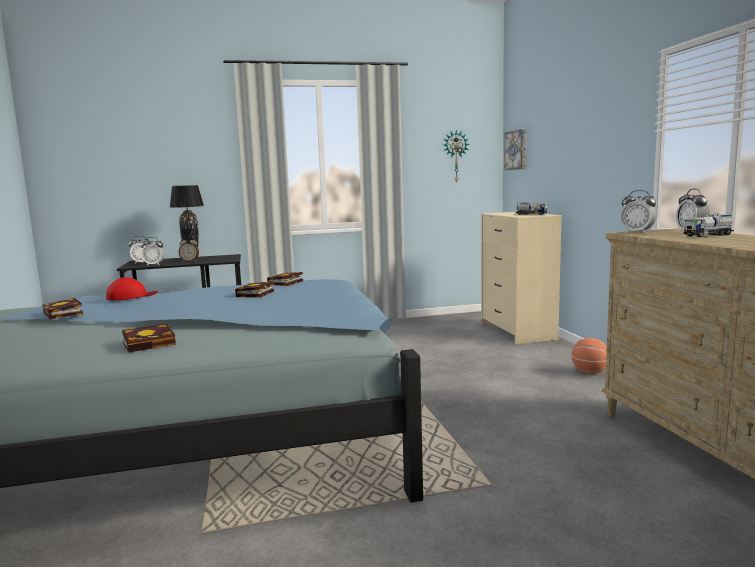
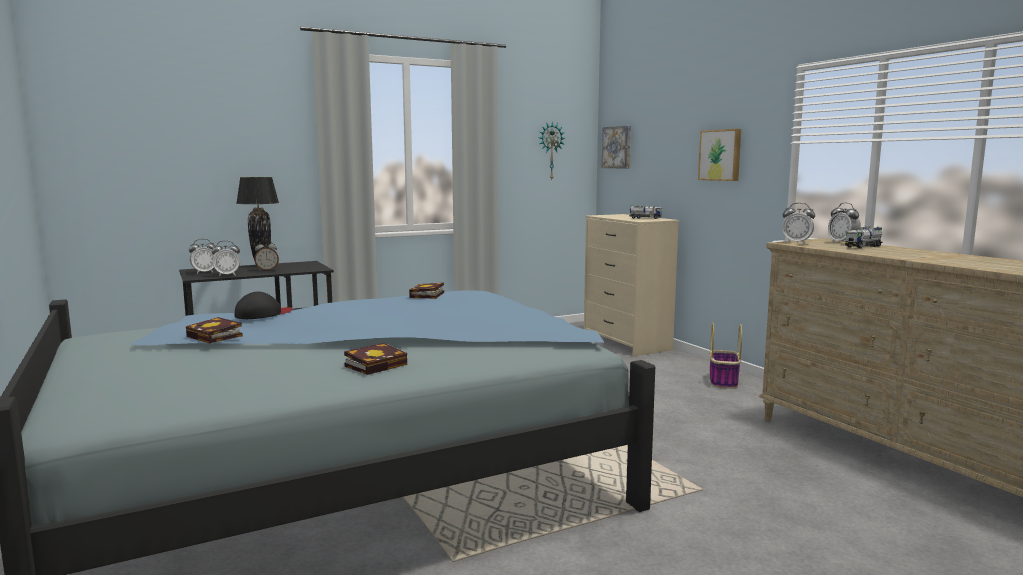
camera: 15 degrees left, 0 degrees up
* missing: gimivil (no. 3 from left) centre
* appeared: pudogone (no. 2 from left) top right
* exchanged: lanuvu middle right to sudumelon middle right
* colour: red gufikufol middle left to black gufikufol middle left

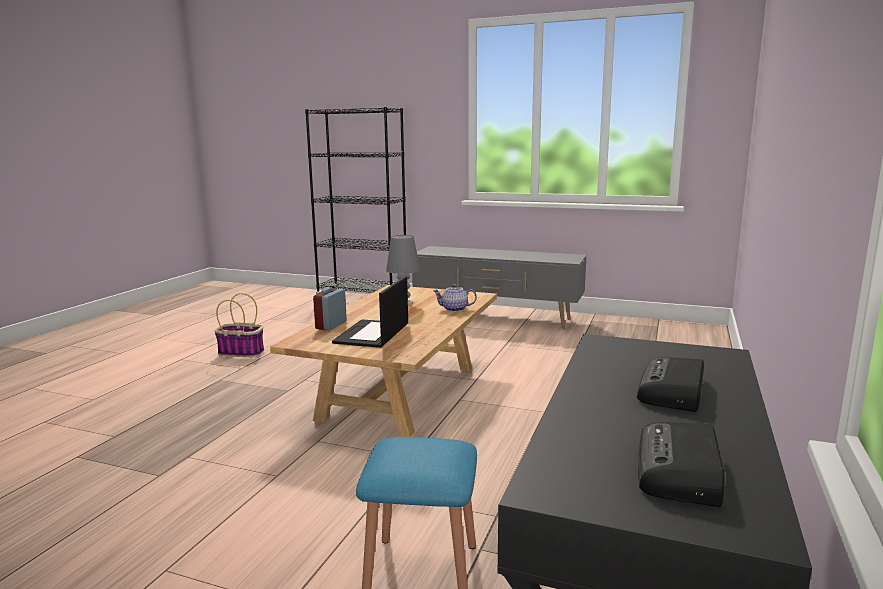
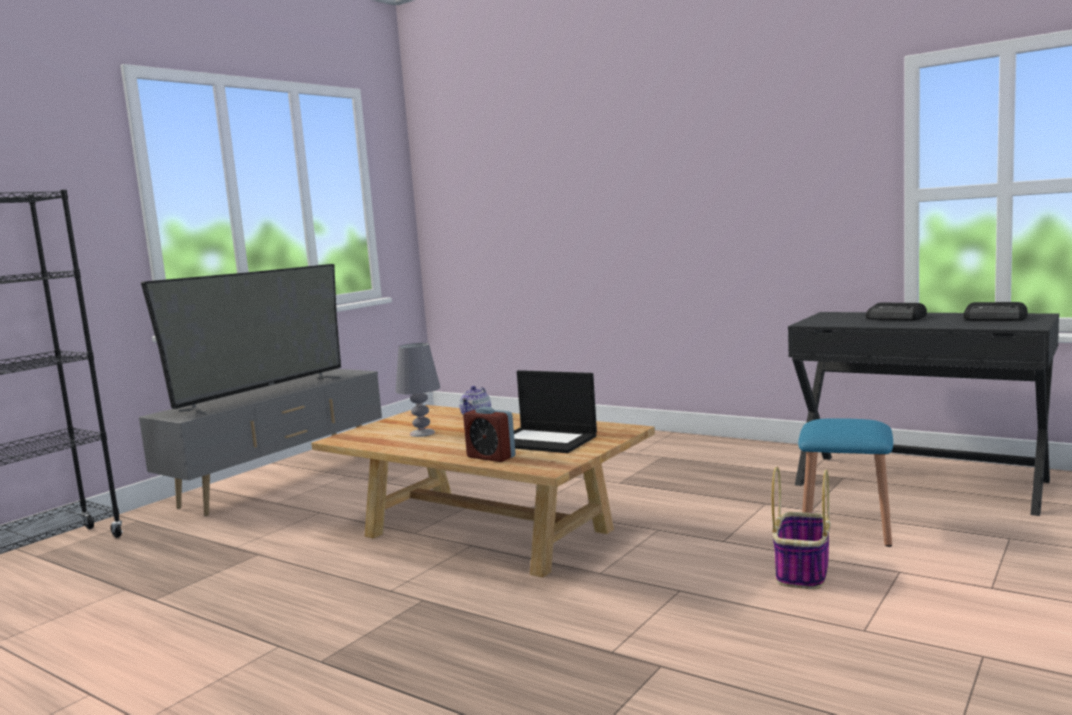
camera: 75 degrees left, 5 degrees down
* appeared: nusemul middle left
* relocated: sudumelon middle left to bottom right

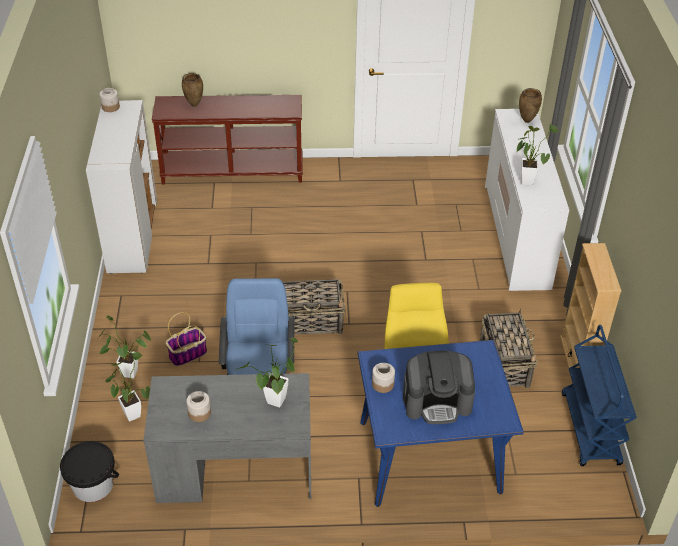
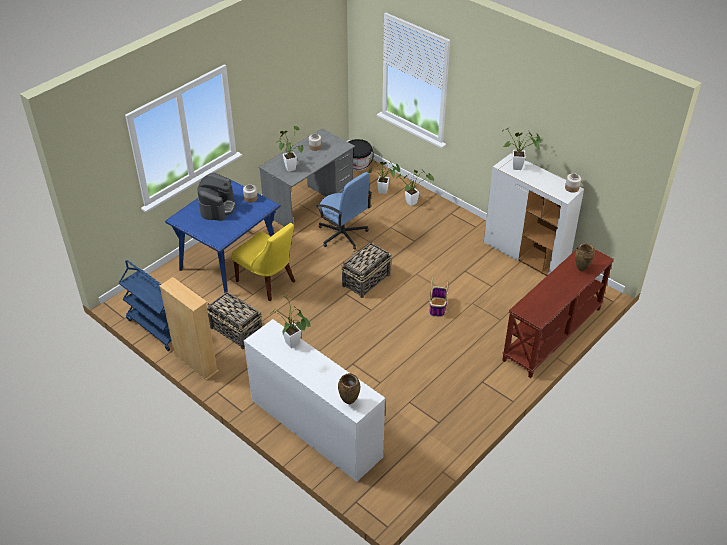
camera: 135 degrees right, 0 degrees up
* appeared: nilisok (no. 5 from left) top right
* relocated: sudumelon (no. 1 from left in the first image) middle left to sudumelon (no. 3 from left) centre
* spun: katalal bottom centre = middle left 150 degrees clockwise

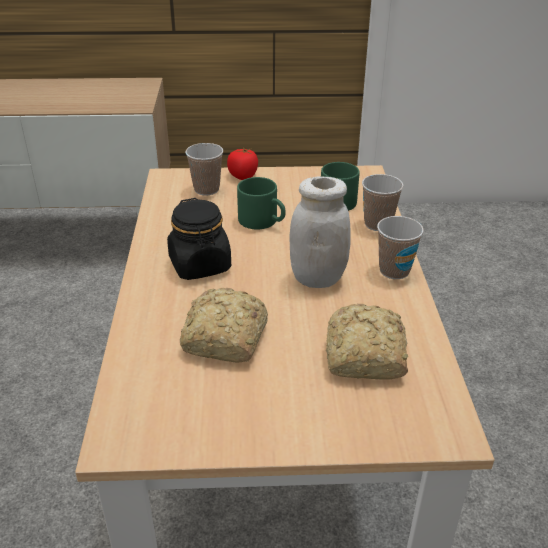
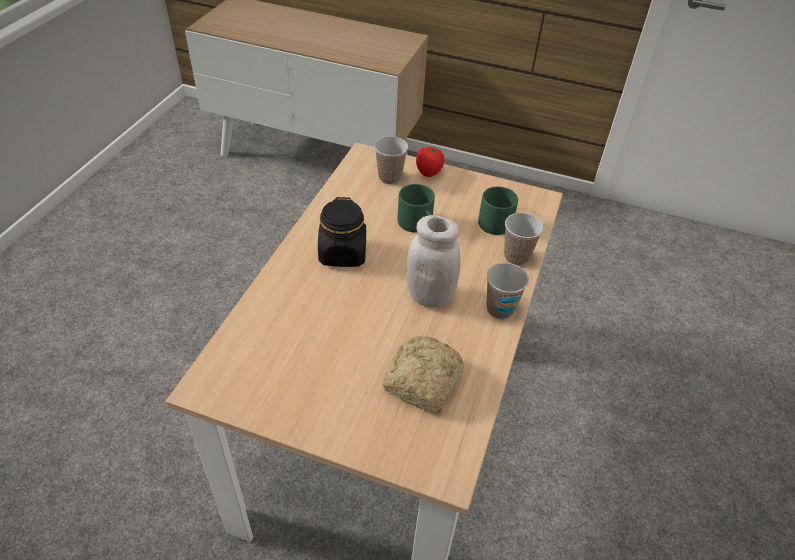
camera: 20 degrees right, 10 degrees up
* missing: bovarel (no. 1 from left) centre

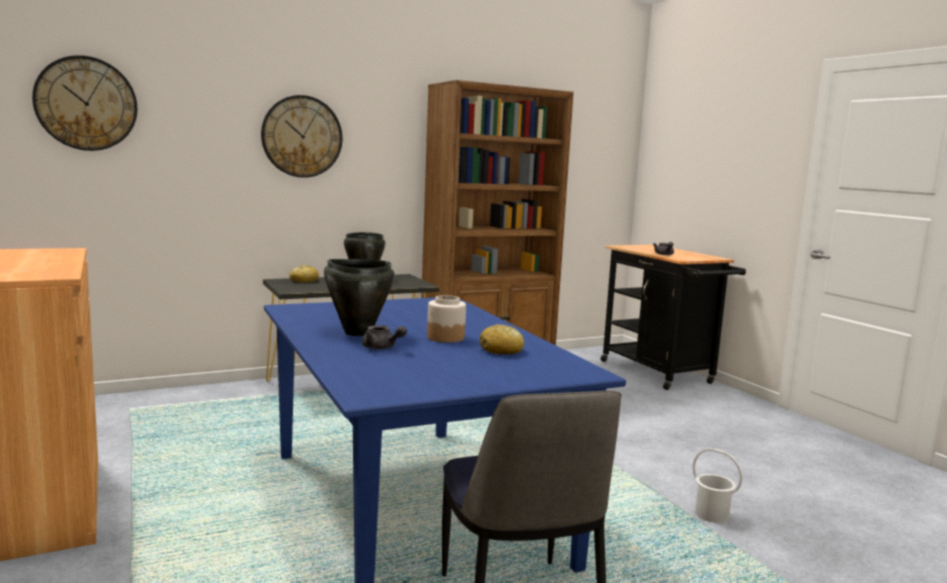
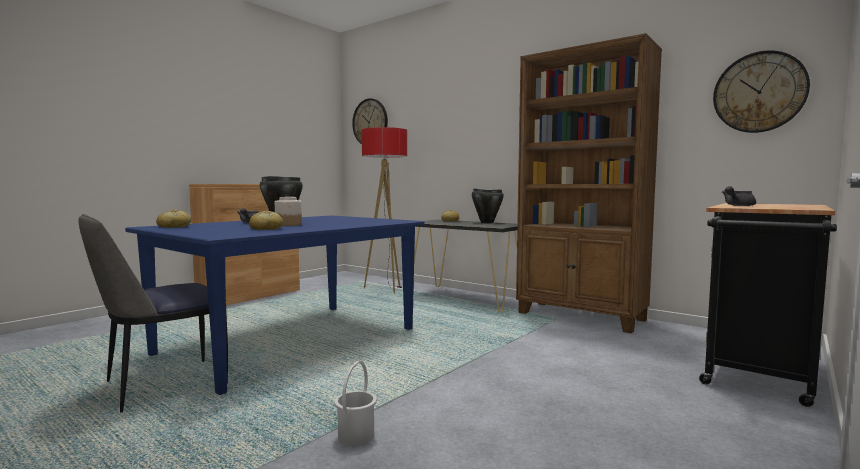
camera: 65 degrees right, 5 degrees down
* appeared: bovarel (no. 1 from left) middle left
* appeared: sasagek centre
* relocated: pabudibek (no. 2 from left) top left to top right

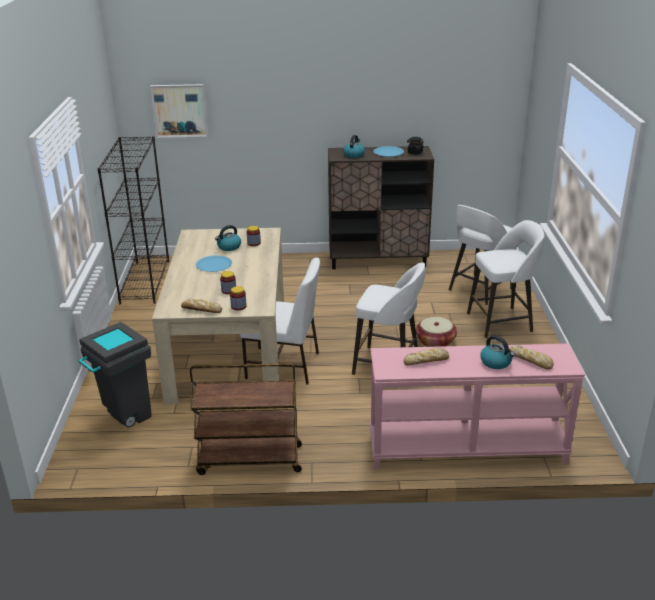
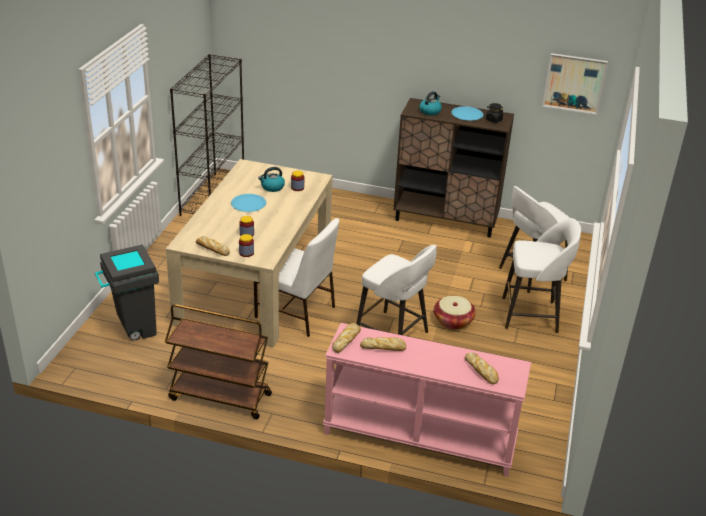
camera: 15 degrees right, 5 degrees up
* missing: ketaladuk (no. 3 from left) middle right
* appeared: bovarel (no. 2 from left) centre
* relocated: pudogone top left to top right

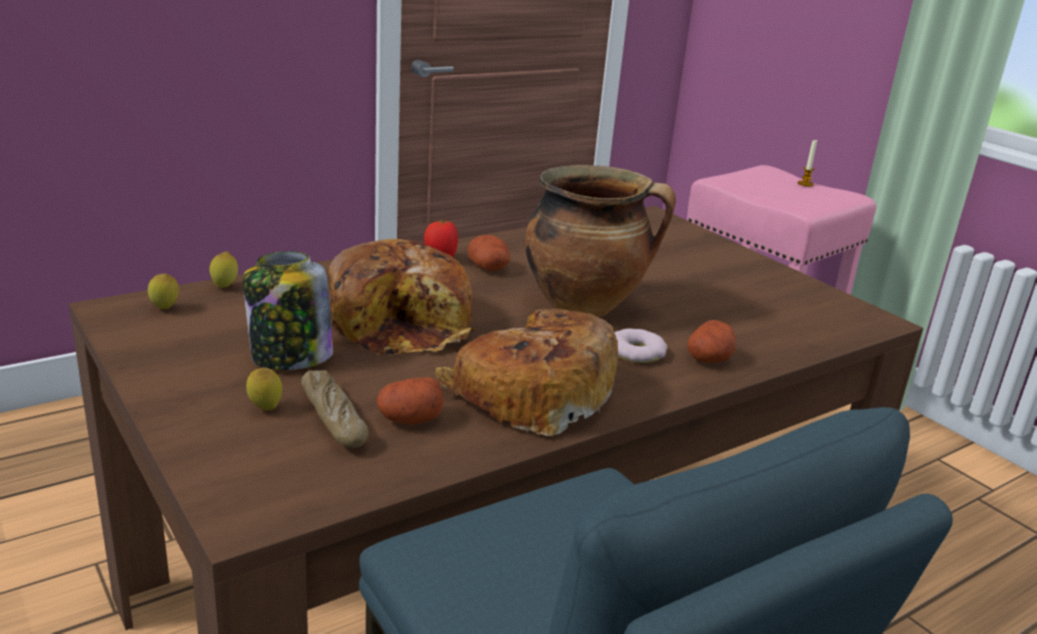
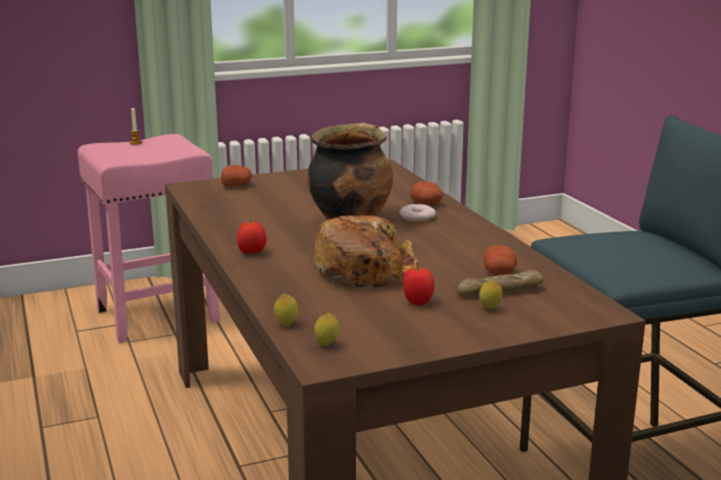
camera: 75 degrees left, 5 degrees down
* missing: bovarel (no. 3 from left) centre
* relocated: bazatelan (no. 2 from left in the first image) centre to bazatelan (no. 1 from left) middle left
* exchanged: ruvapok middle left to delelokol (no. 2 from left) centre

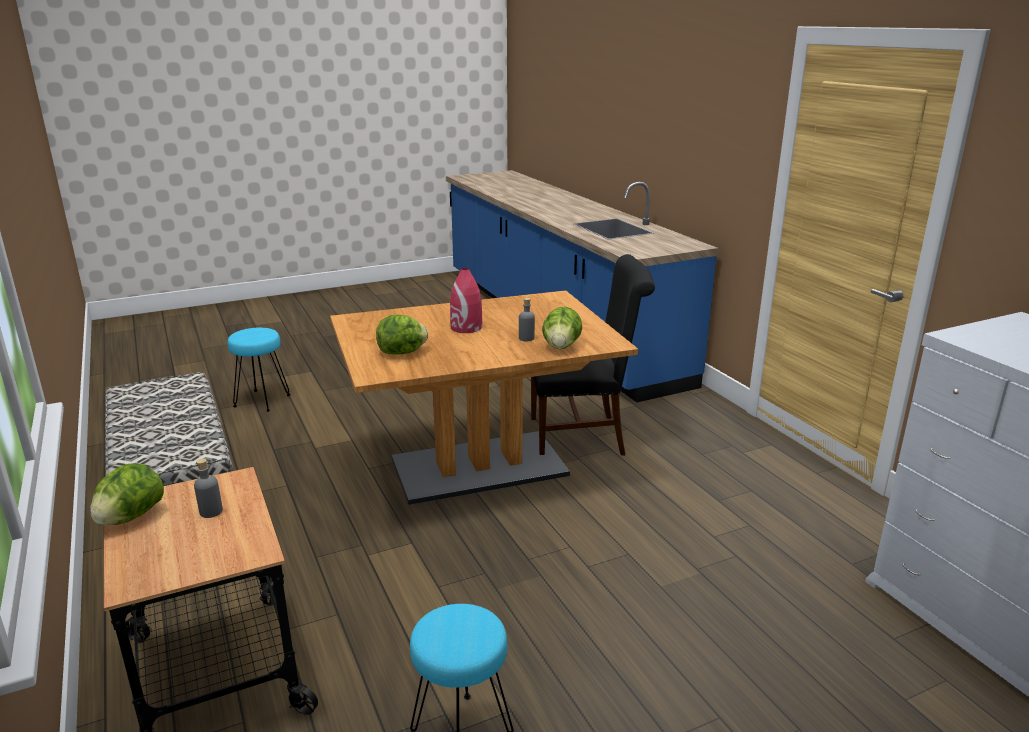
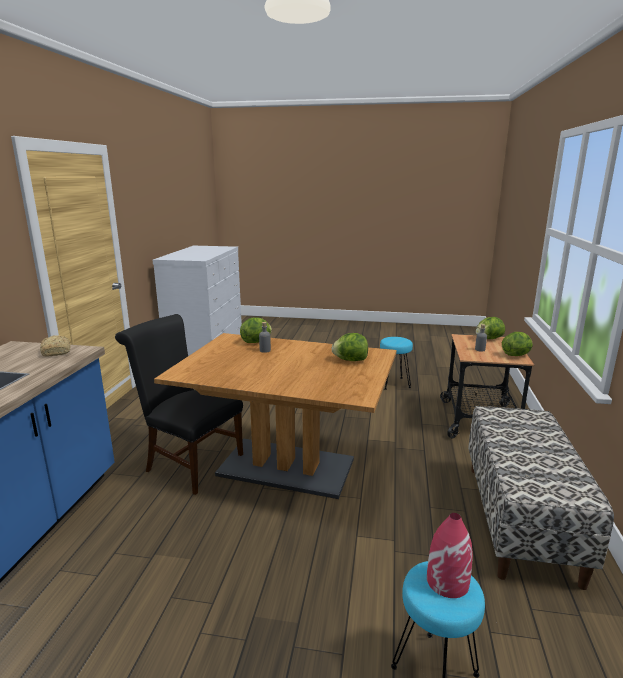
camera: 145 degrees left, 5 degrees down
* appeared: bovarel middle left
* appeared: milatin (no. 3 from left) middle right
* relocated: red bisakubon centre to bottom right

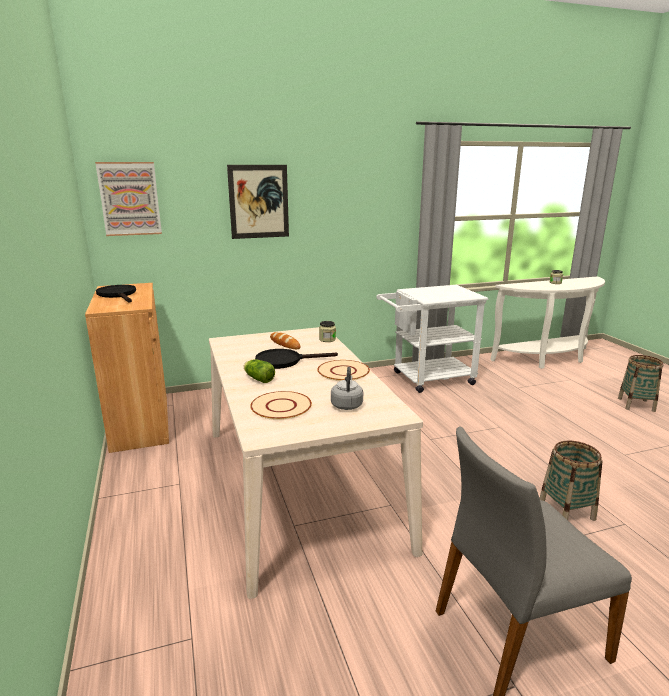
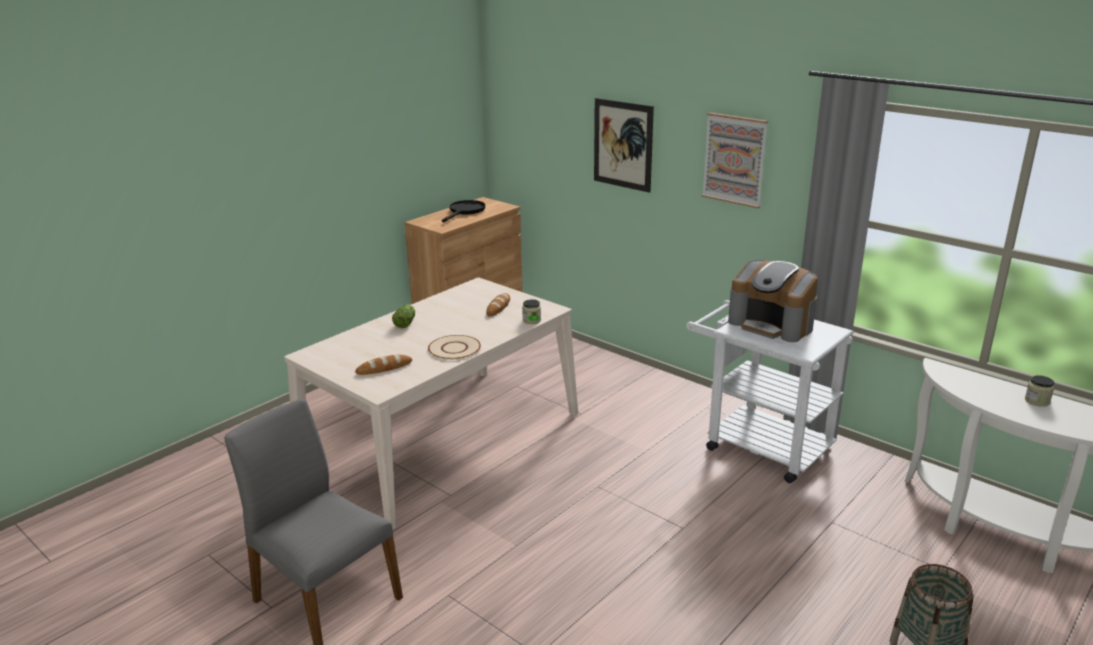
camera: 60 degrees right, 5 degrees up
* missing: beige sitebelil (no. 1 from left) centre
* missing: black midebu (no. 2 from left) centre
* missing: sudumelon (no. 1 from left) bottom right
* appeared: katalal middle right
* relocated: pudogone (no. 1 from left in the first image) top left to pudogone (no. 2 from left) top right
* exchanged: grey ketaladuk centre to bovarel (no. 1 from left) centre

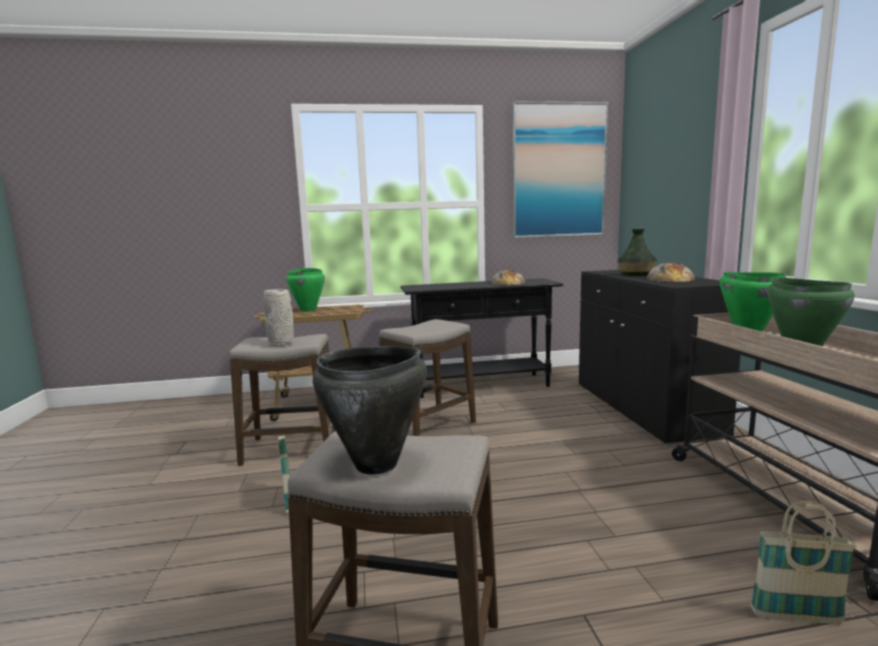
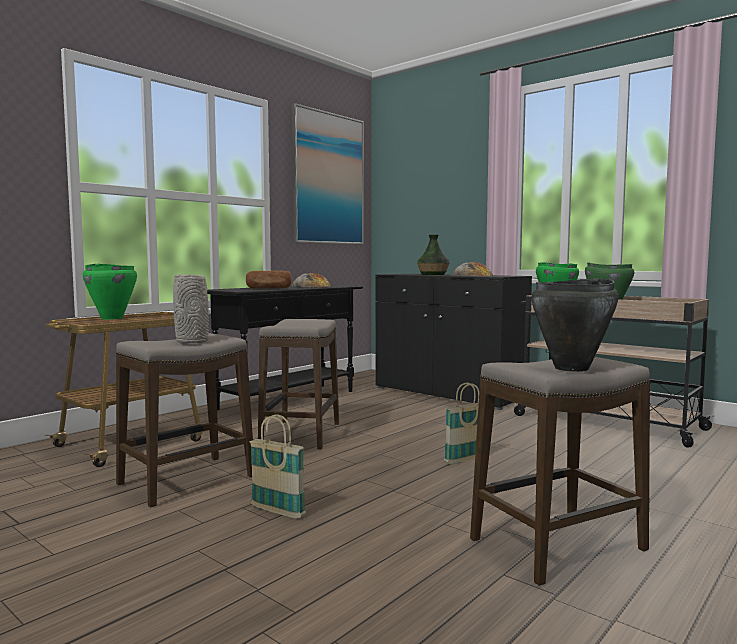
camera: 40 degrees left, 5 degrees down
* appeared: bovarel (no. 1 from left) centre
* relocated: sudumelon (no. 2 from left) bottom right to centre

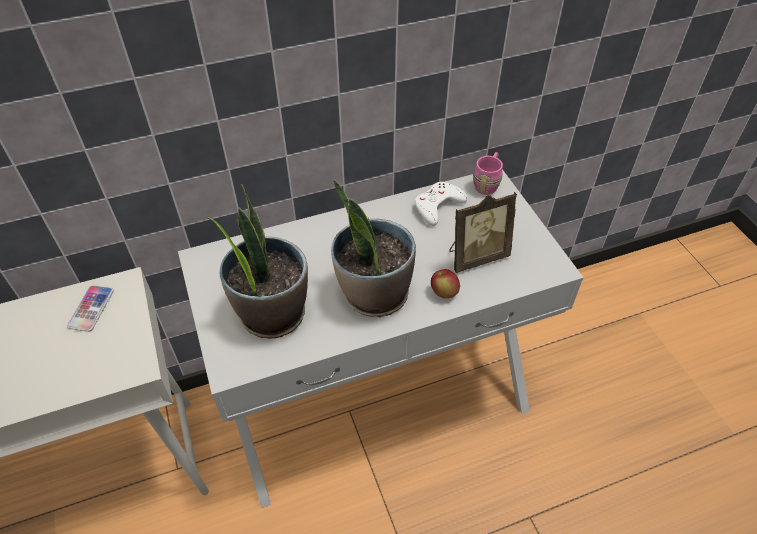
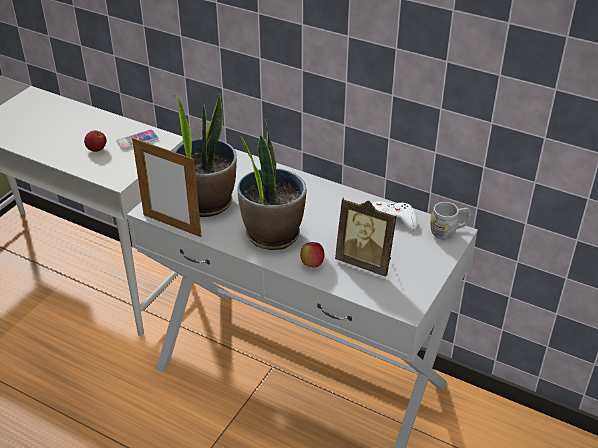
camera: 50 degrees right, 10 degrees down
* appeared: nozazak (no. 1 from left) top left
* appeared: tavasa (no. 1 from left) middle left
* colour: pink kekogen top centre to grey kekogen middle right

